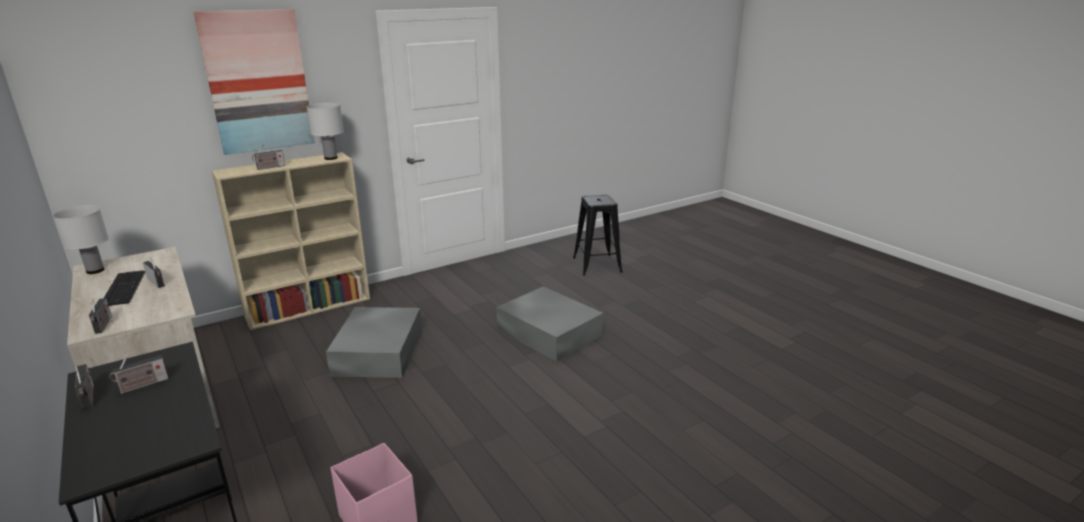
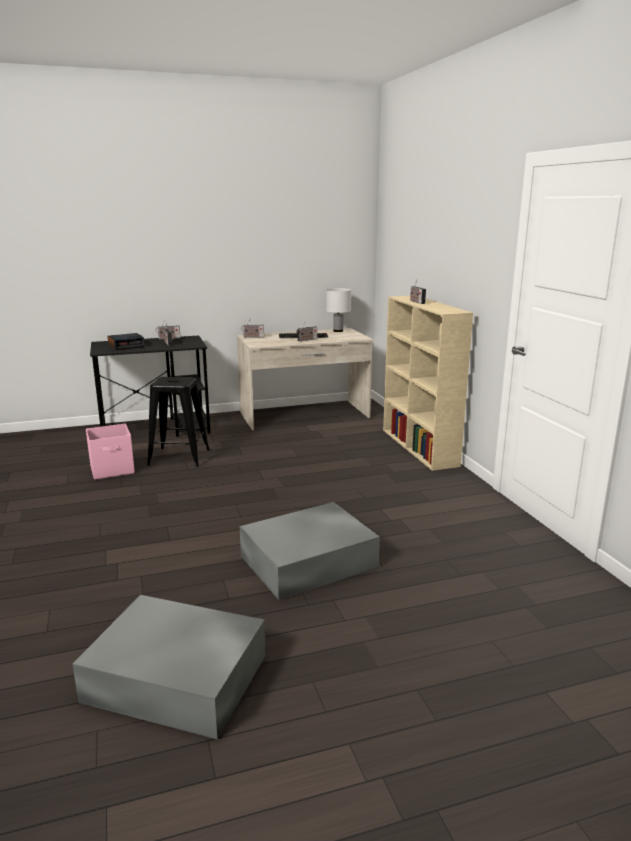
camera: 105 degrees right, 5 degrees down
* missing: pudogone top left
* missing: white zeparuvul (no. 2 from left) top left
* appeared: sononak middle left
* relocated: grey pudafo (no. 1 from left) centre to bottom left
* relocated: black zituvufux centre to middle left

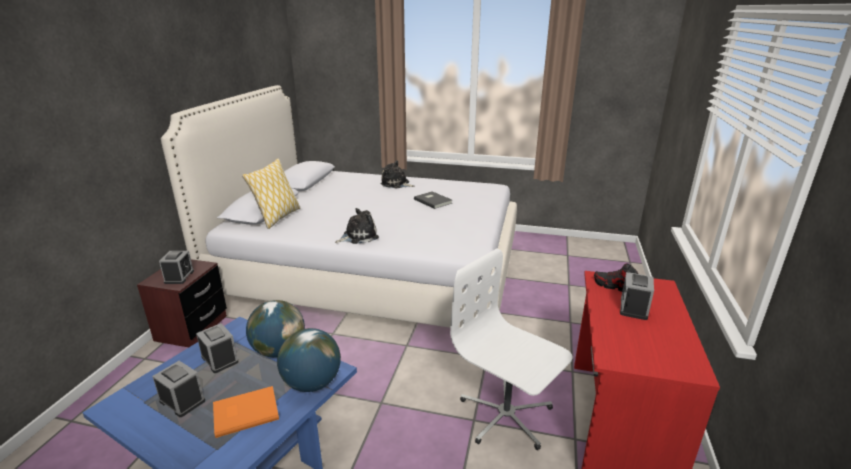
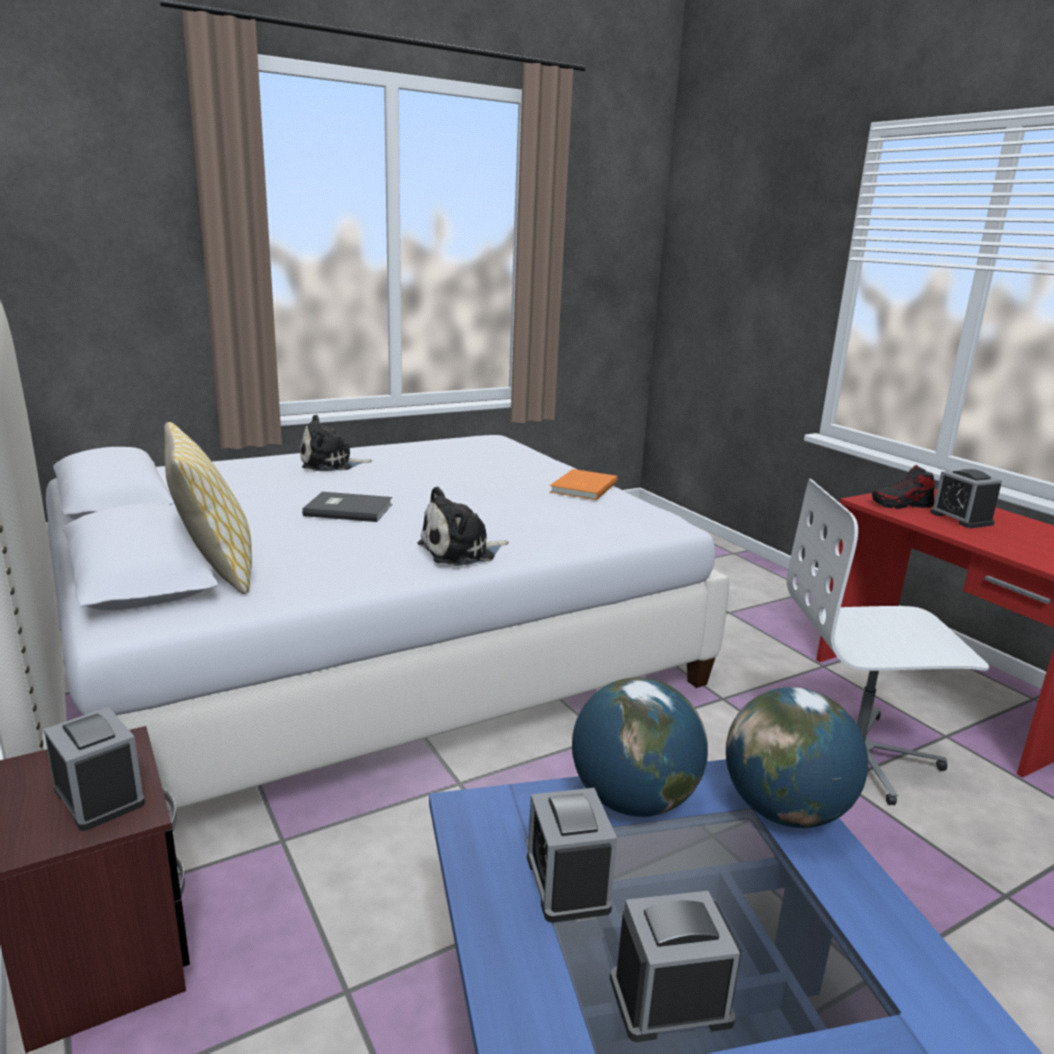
camera: 45 degrees left, 5 degrees down
* relocated: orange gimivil bottom left to centre
* relocated: grey gimivil centre to middle left
* spun: sononak (no. 3 from left in the first image) bottom left = bottom centre 105 degrees counterclockwise
* spun: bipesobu (no. 1 from left in the first image) centre = centre 135 degrees counterclockwise

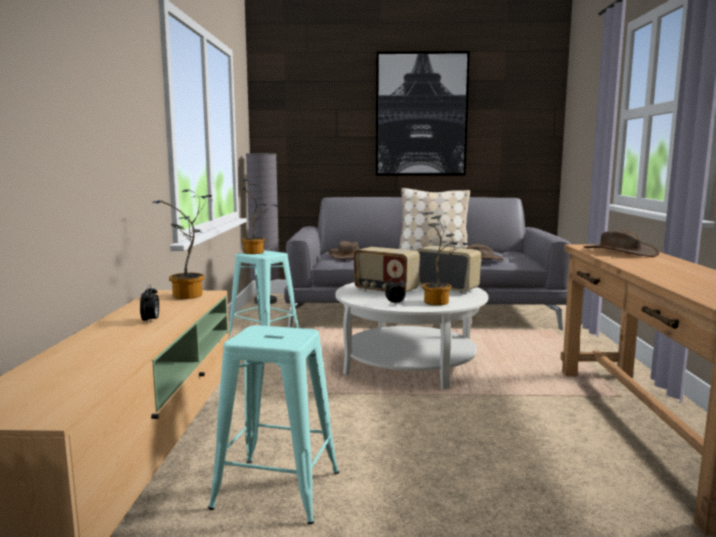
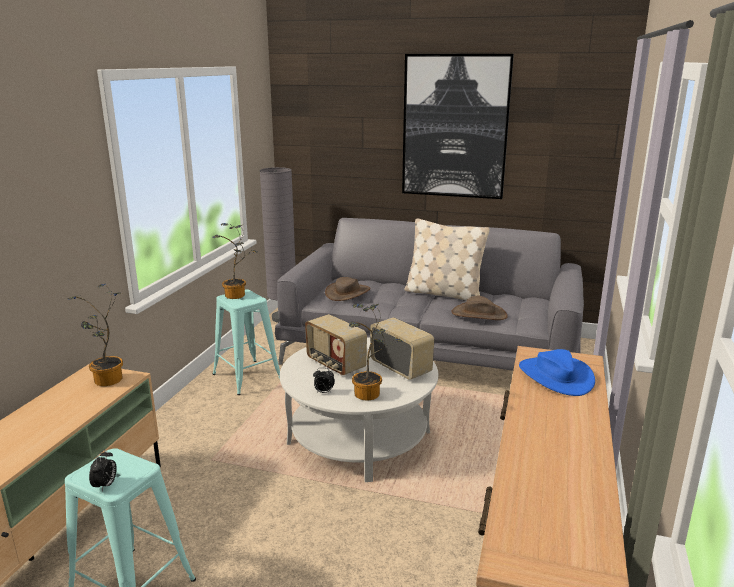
camera: 15 degrees right, 10 degrees up
* relocated: sononak (no. 1 from left) middle left to bottom left
* colour: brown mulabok (no. 3 from left) middle right to blue mulabok middle right

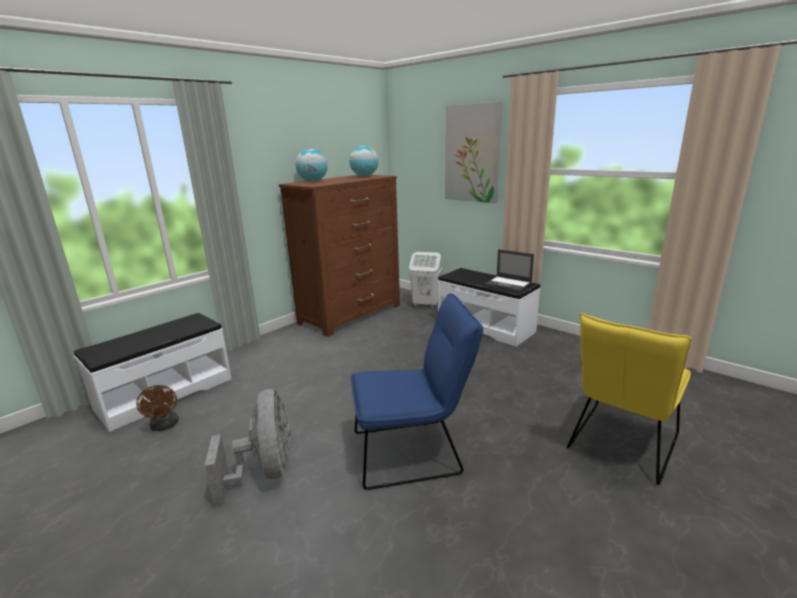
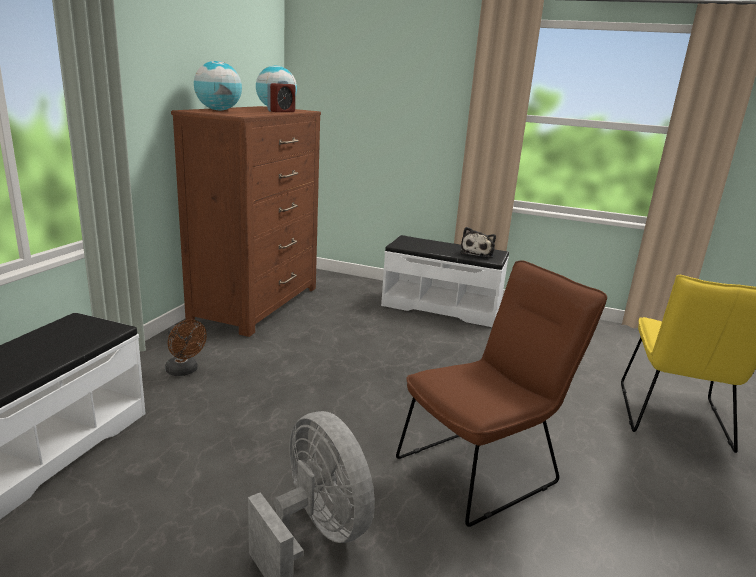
camera: 25 degrees left, 0 degrees up
* missing: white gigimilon centre
* missing: pudogone top centre
* appeared: sononak top centre
* relocated: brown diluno bottom left to middle left
* exchanged: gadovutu centre to bipesobu centre
* colour: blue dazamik centre to brown dazamik bottom centre

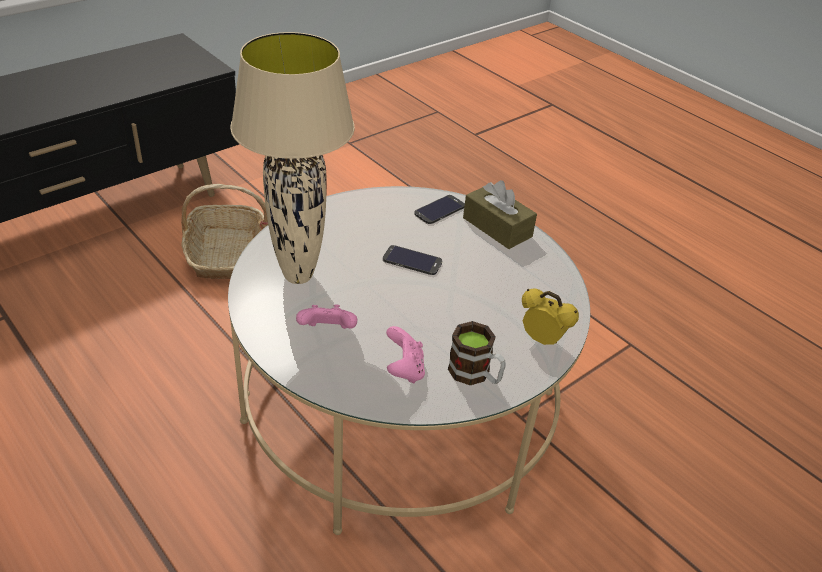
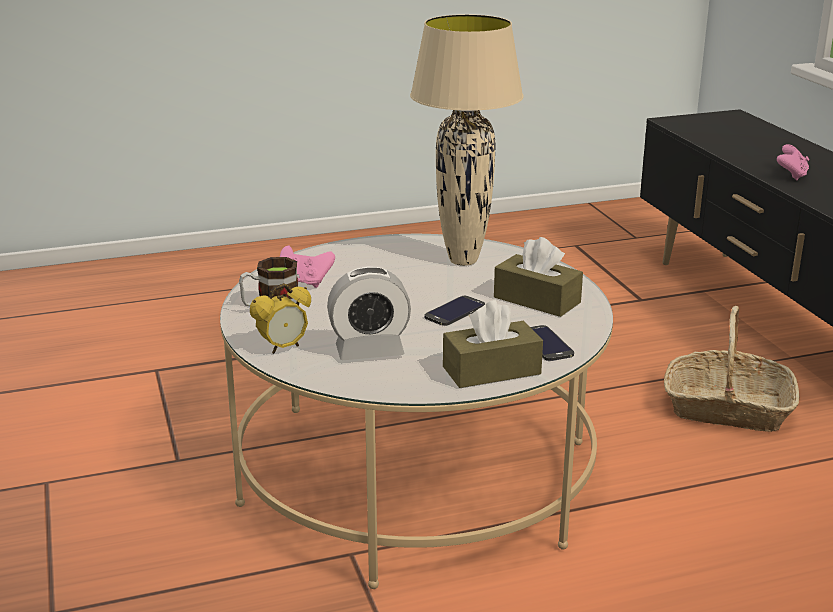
camera: 115 degrees right, 15 degrees down
* appeared: sononak (no. 2 from left) centre
* appeared: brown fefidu (no. 2 from left) centre
* relocated: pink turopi (no. 1 from left in the first image) centre to pink turopi (no. 2 from left) top right

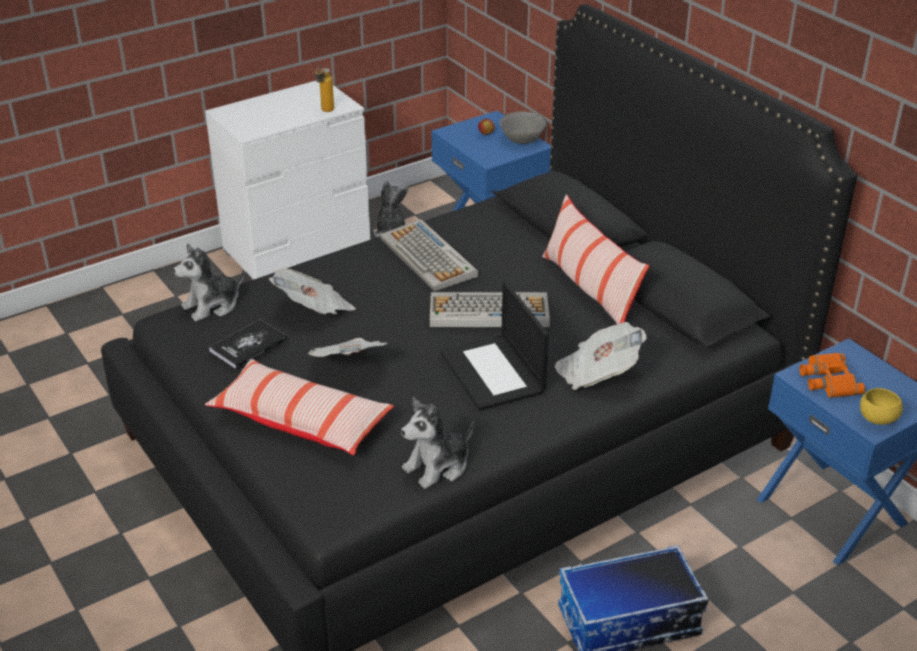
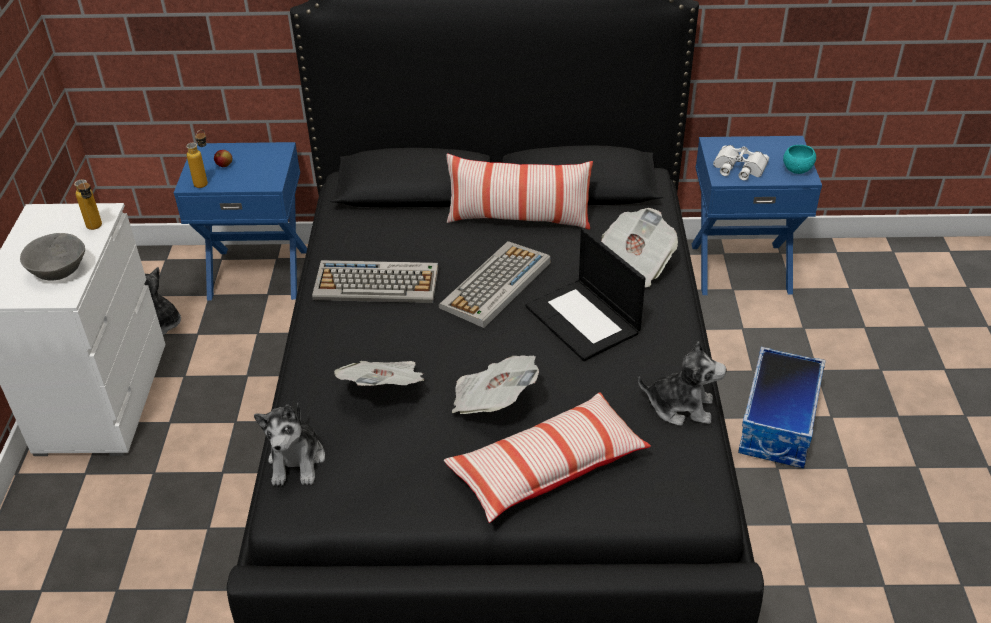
camera: 55 degrees left, 5 degrees up
* missing: gimivil middle left
* appeared: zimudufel (no. 2 from left) top left
* relocated: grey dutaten top centre to middle left
* colour: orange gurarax middle right to white gurarax top right
* colour: yellow dutaten middle right to turquoise dutaten top right
* spun: bipesobu (no. 3 from left) bottom centre = middle right 75 degrees counterclockwise
* spun: gadovutu centre = centre 45 degrees clockwise

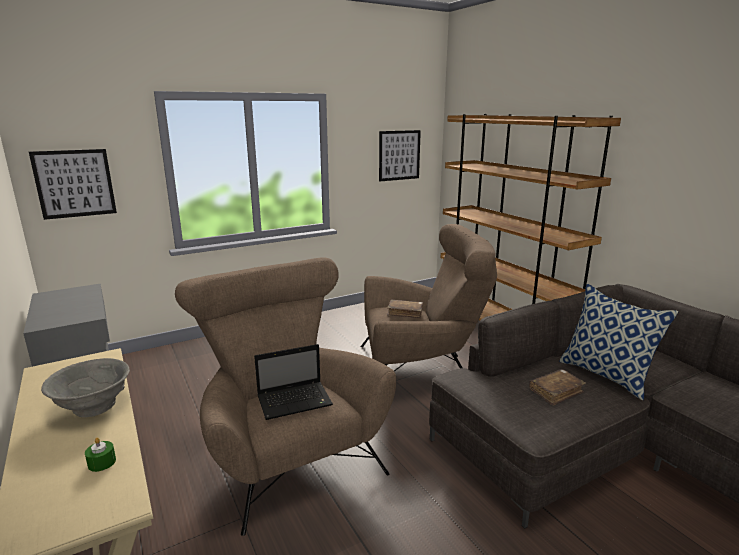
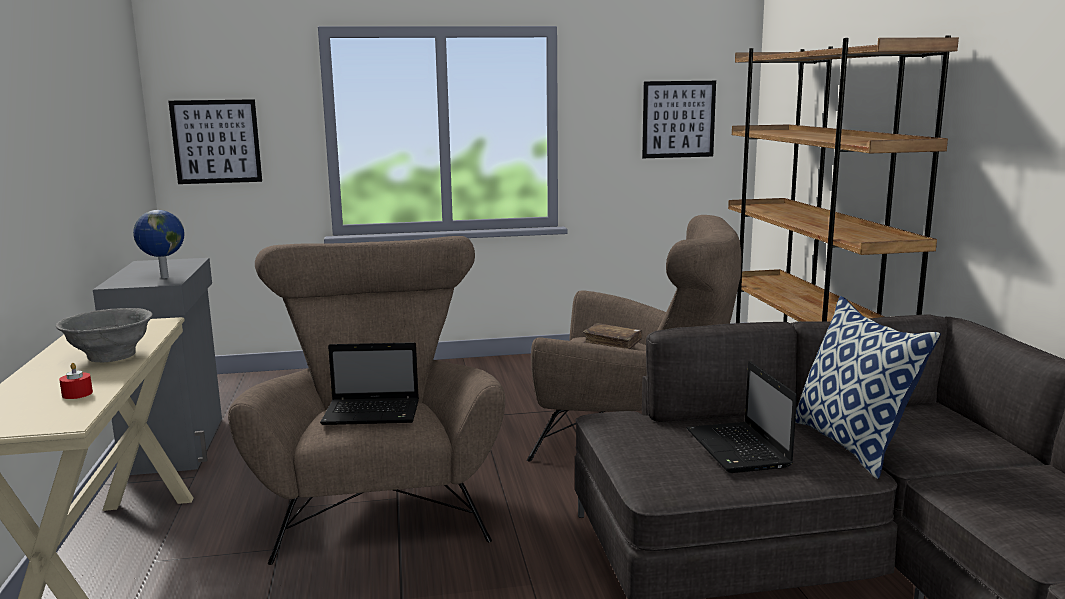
camera: 20 degrees right, 5 degrees down
* appeared: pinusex middle left
* exchanged: brown gimivil (no. 2 from left) bottom right to gadovutu (no. 2 from left) bottom right
* colour: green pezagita bottom left to red pezagita middle left

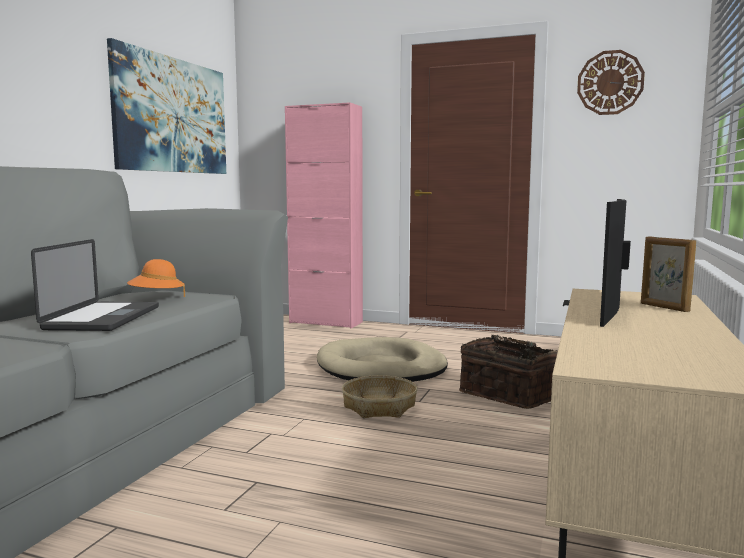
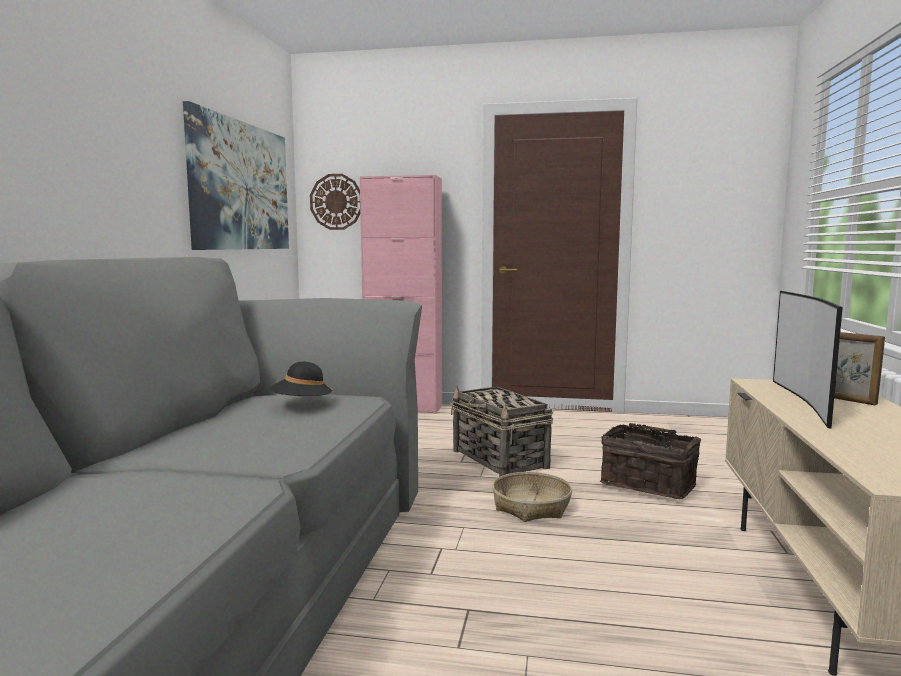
camera: 10 degrees left, 0 degrees up
* missing: gadovutu middle left
* relocated: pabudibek top right to top centre
* exchanged: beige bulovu centre to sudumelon (no. 1 from left) centre
* colour: orange mulabok middle left to black mulabok centre

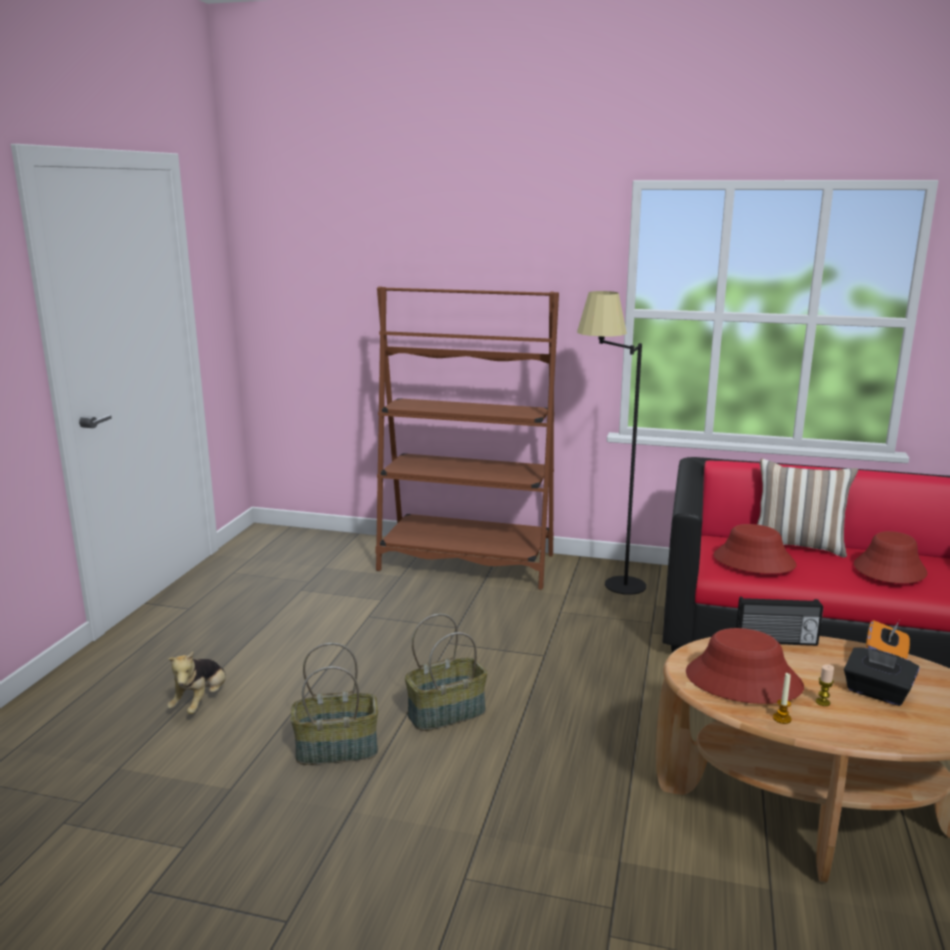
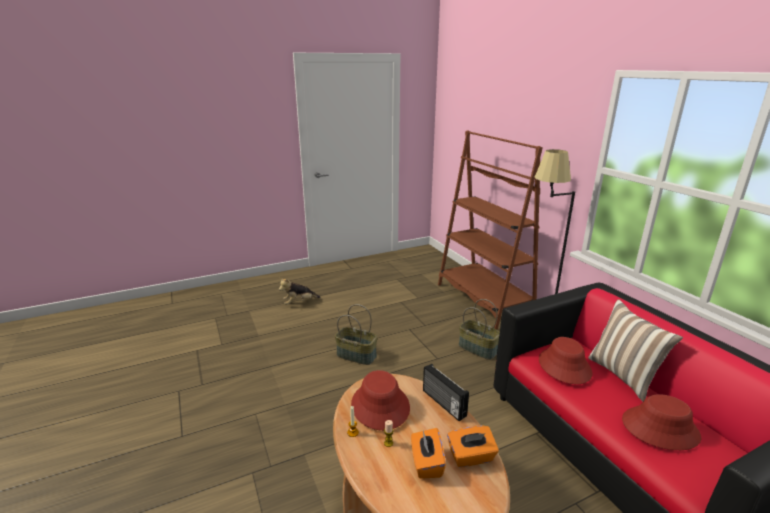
camera: 50 degrees right, 5 degrees up
* relocated: sudumelon (no. 1 from left in the first image) bottom centre to sudumelon (no. 2 from left) centre
* colour: black fefidu bottom right to orange fefidu (no. 1 from left) bottom centre

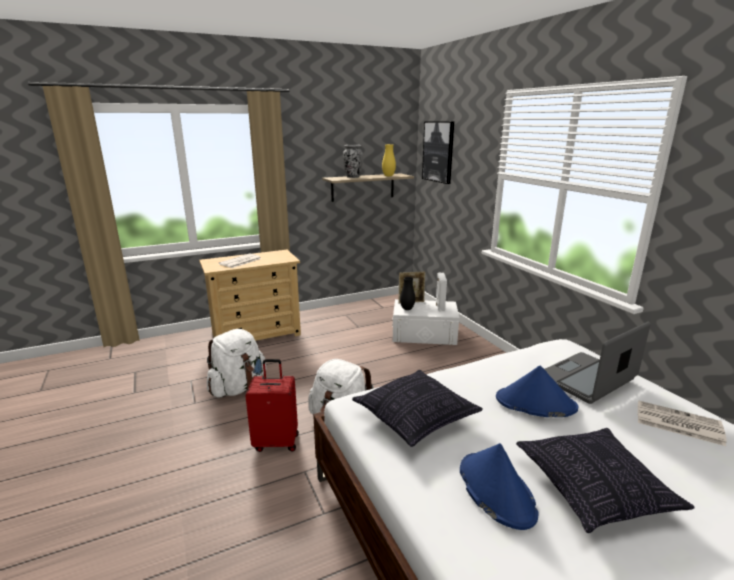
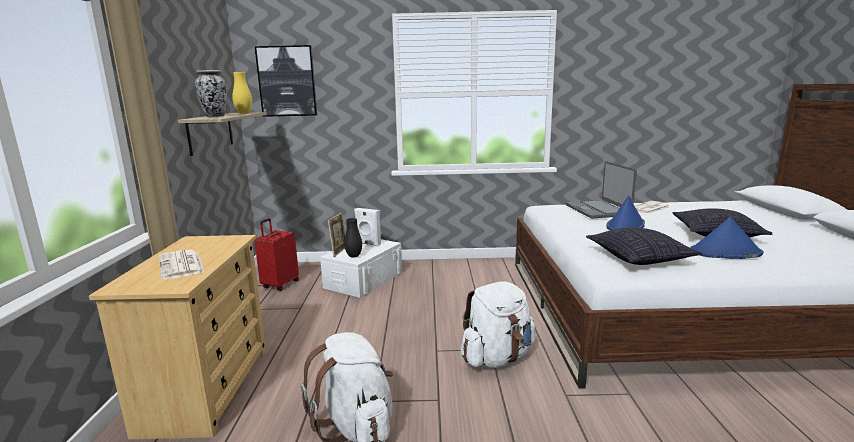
camera: 65 degrees left, 5 degrees down
* relocated: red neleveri bottom centre to middle left

